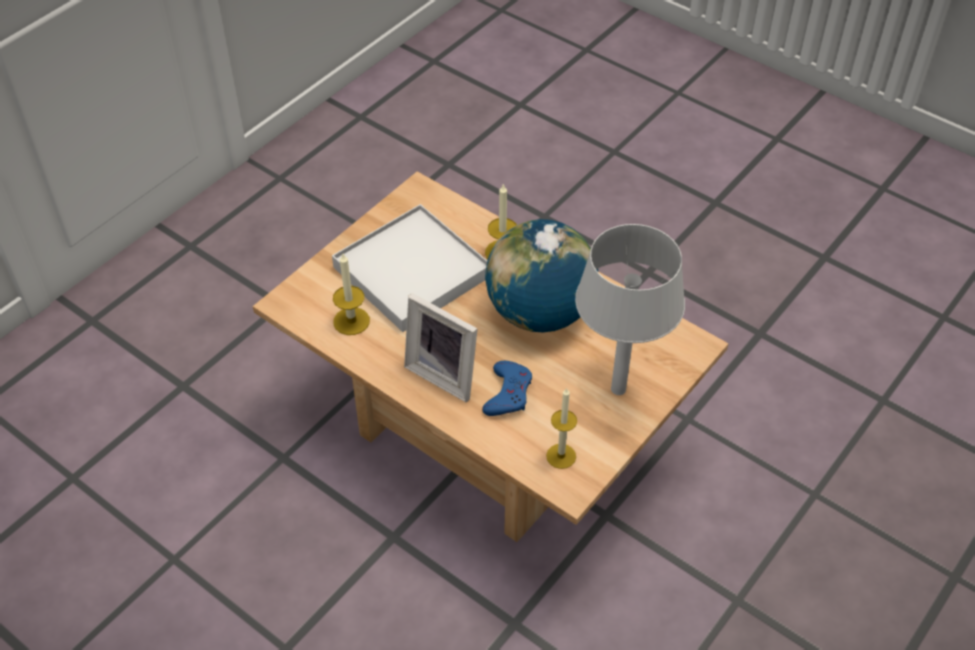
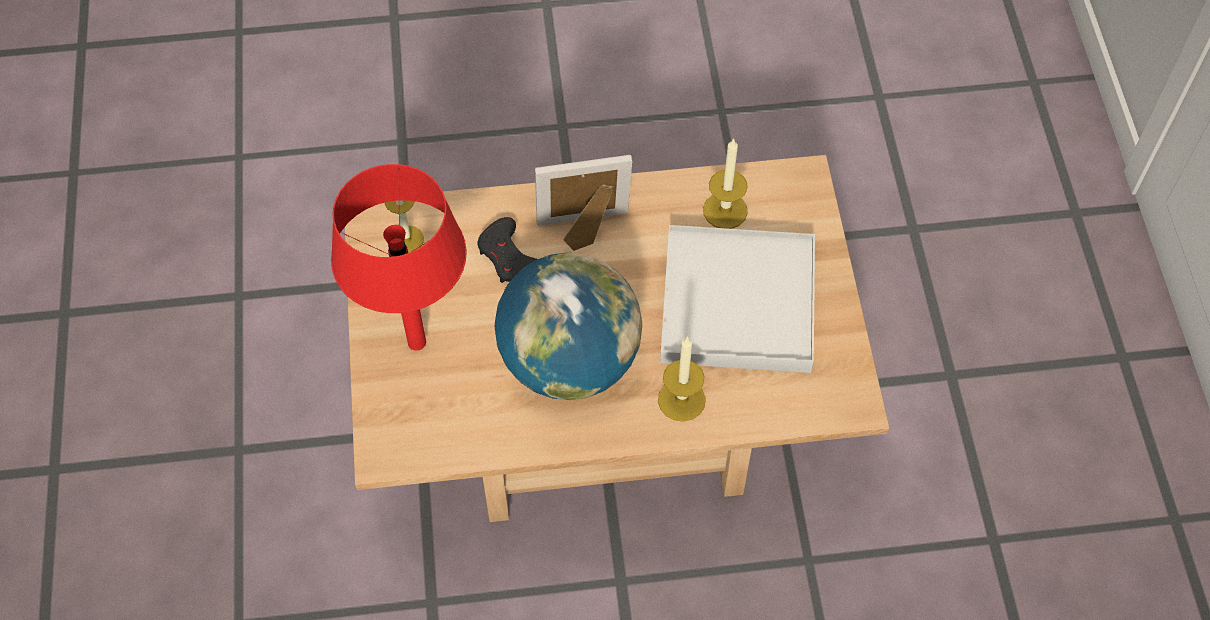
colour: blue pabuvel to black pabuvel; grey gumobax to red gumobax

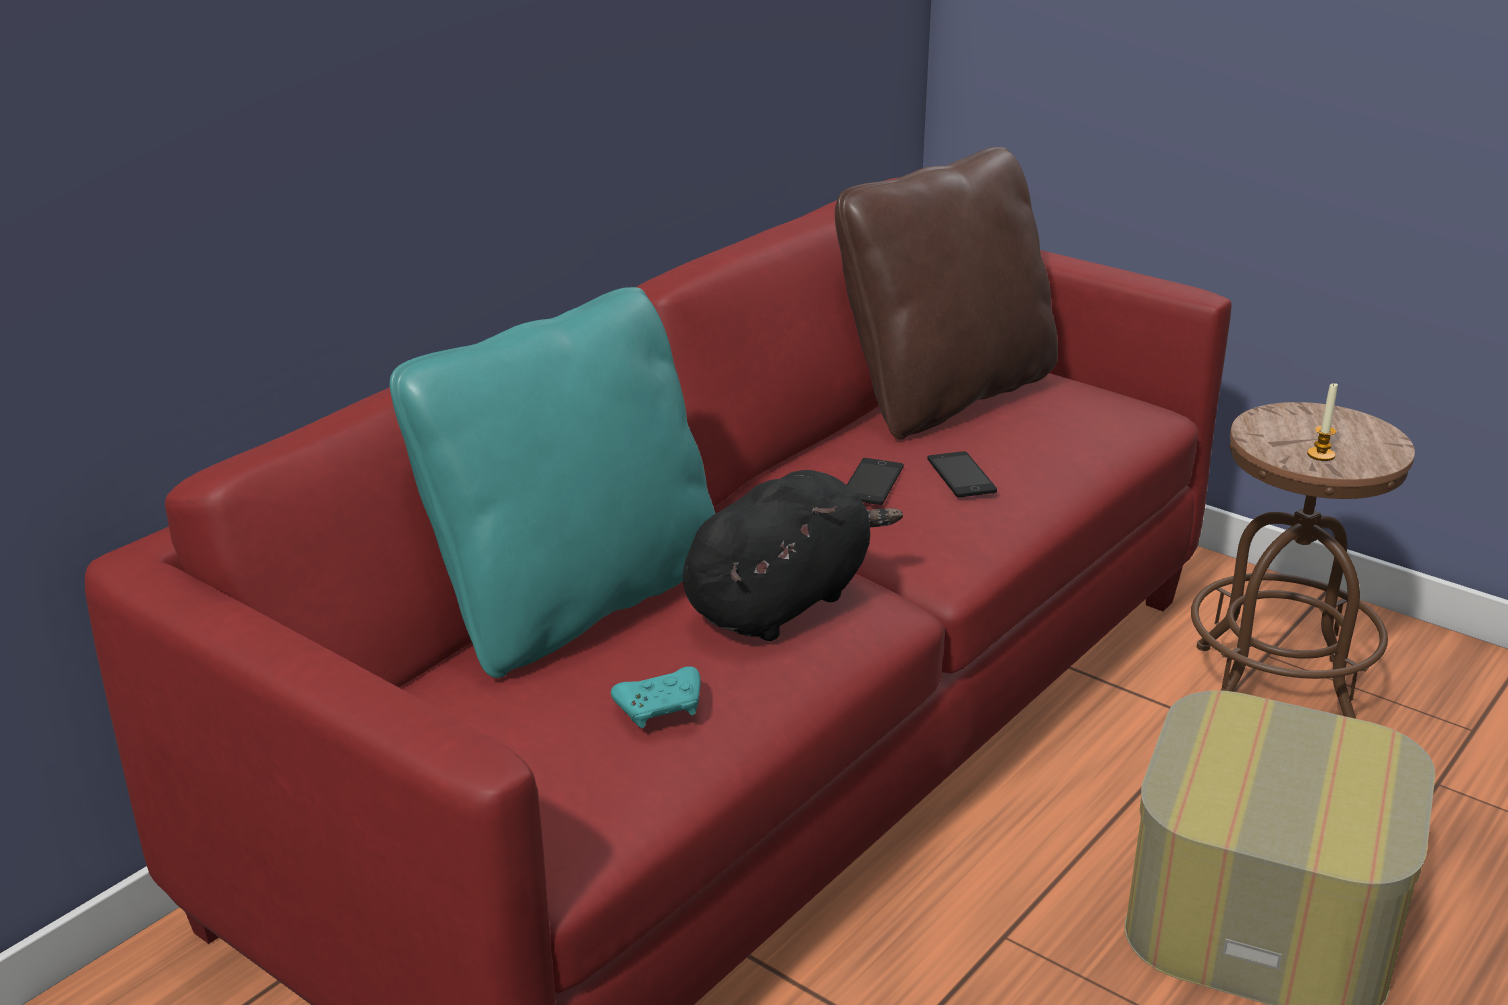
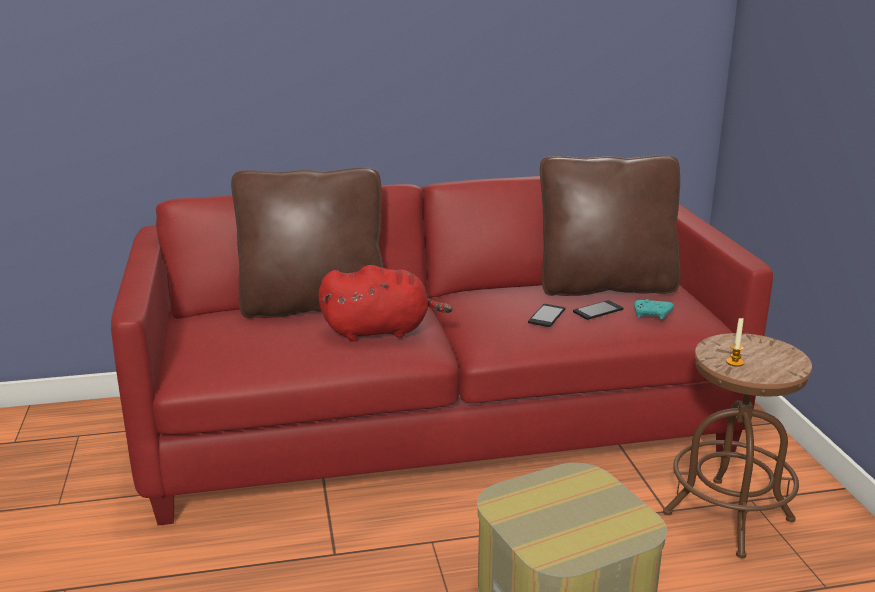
relocated: turquoise pabuvel; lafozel (no. 1 from left in the first image) to lafozel (no. 2 from left)
colour: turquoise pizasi to brown pizasi (no. 1 from left); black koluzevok to red koluzevok

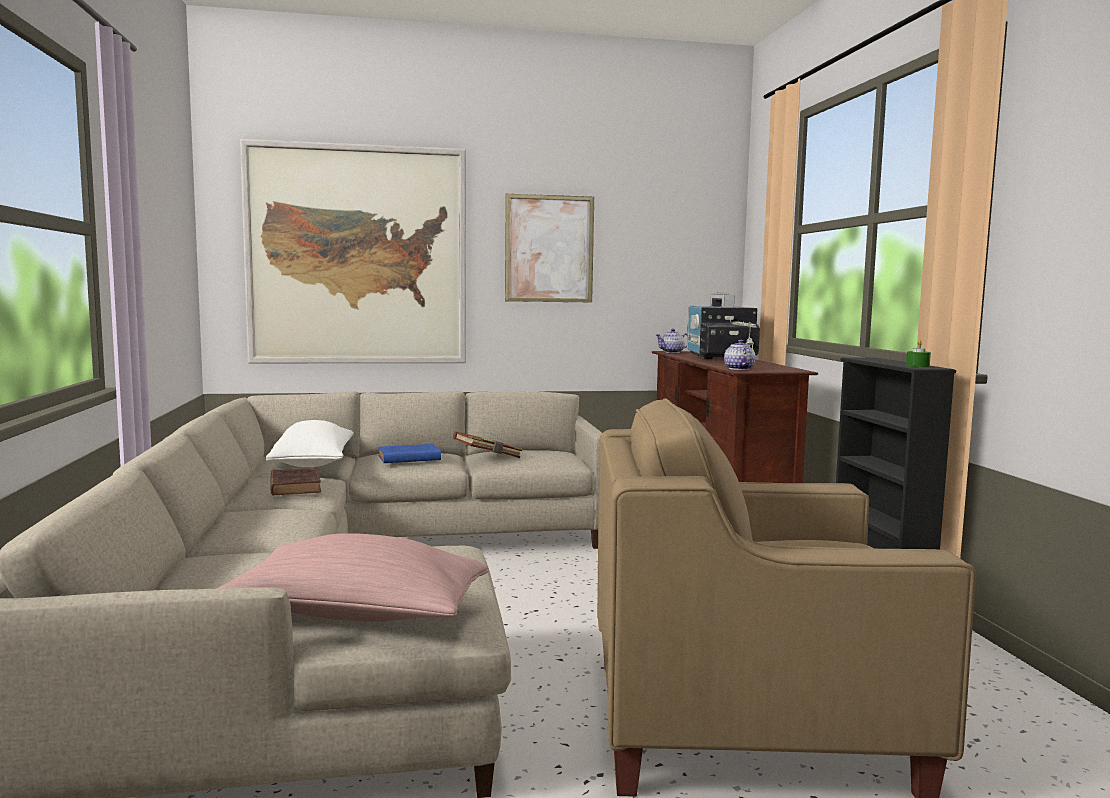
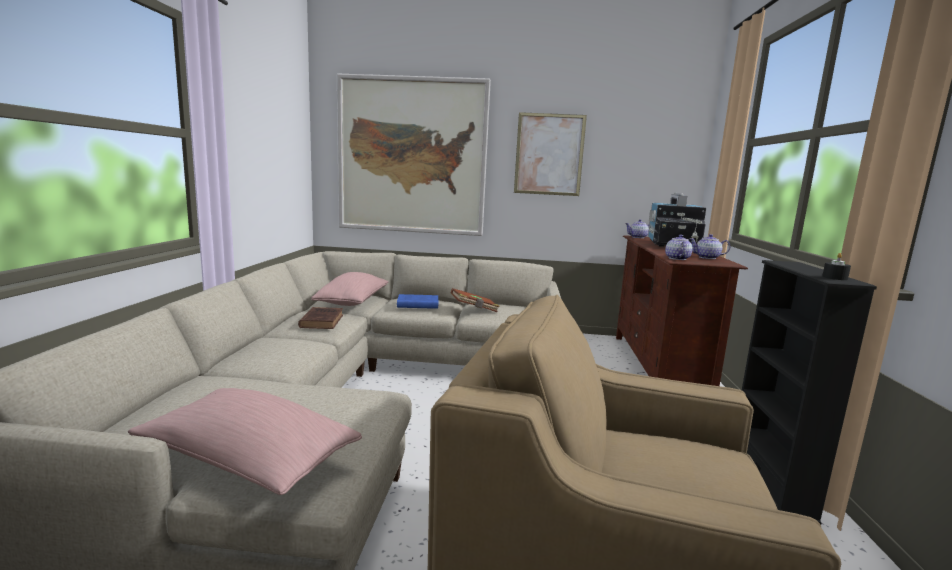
appeared: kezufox (no. 3 from left)
colour: white pizasi to pink pizasi (no. 2 from left); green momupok to black momupok

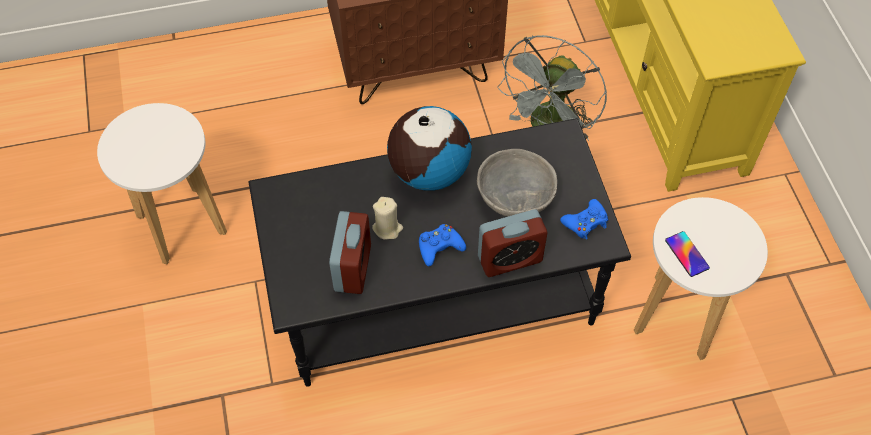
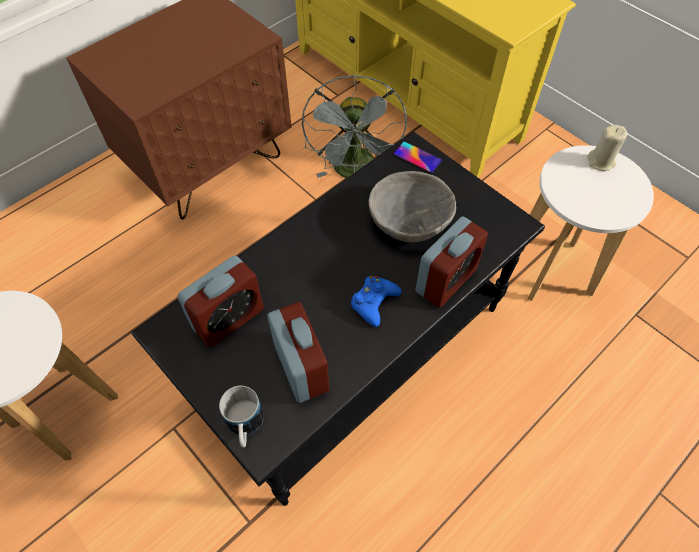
missing: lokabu; blue pabuvel (no. 2 from left)
appeared: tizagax (no. 1 from left); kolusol
relocated: beige momupok; lafozel

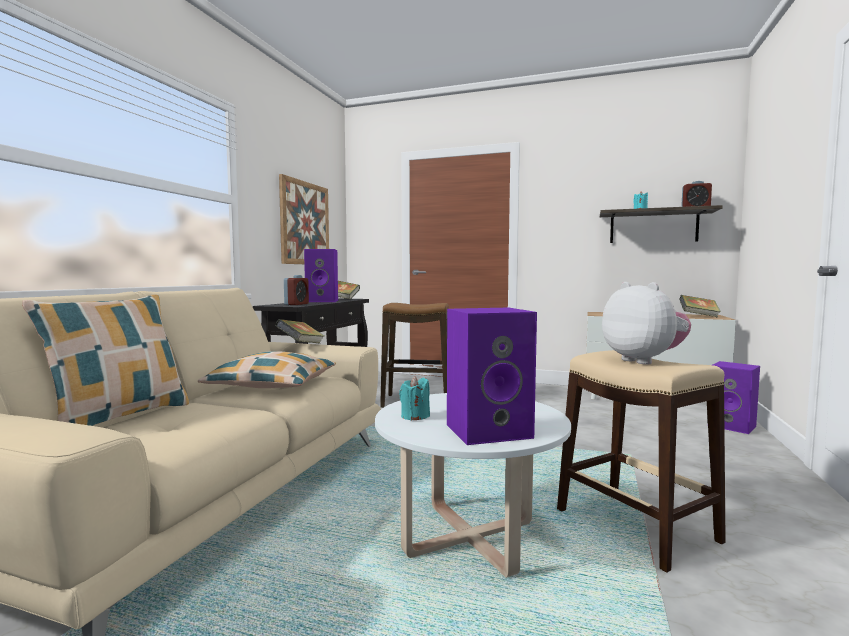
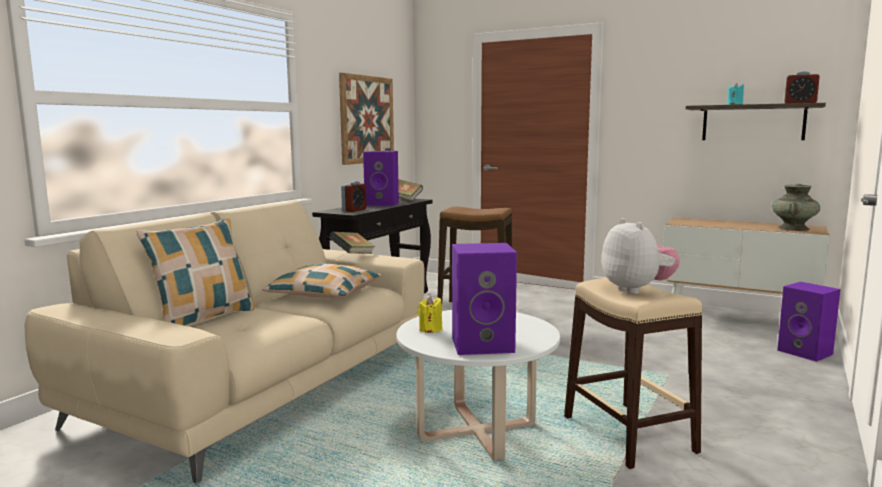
exchanged: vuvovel (no. 3 from left) to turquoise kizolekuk
colour: turquoise momupok (no. 1 from left) to yellow momupok

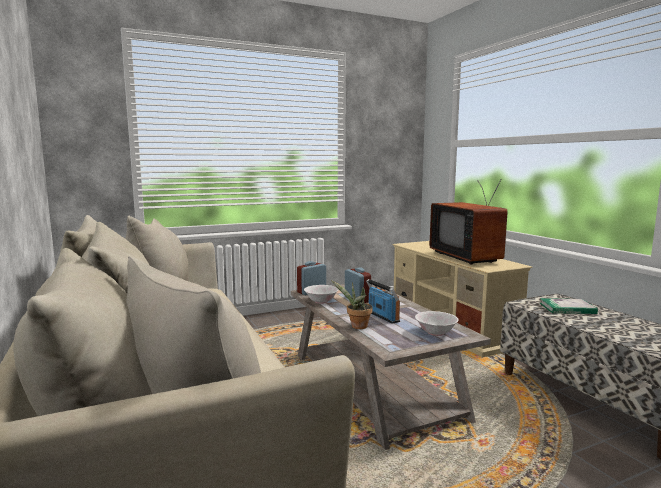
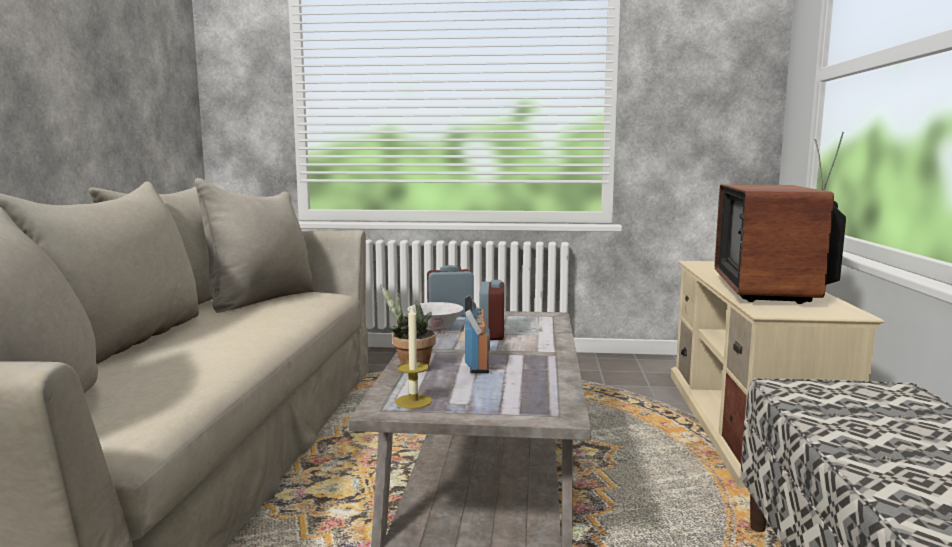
missing: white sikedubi (no. 2 from left); vuvovel
appeared: momupok

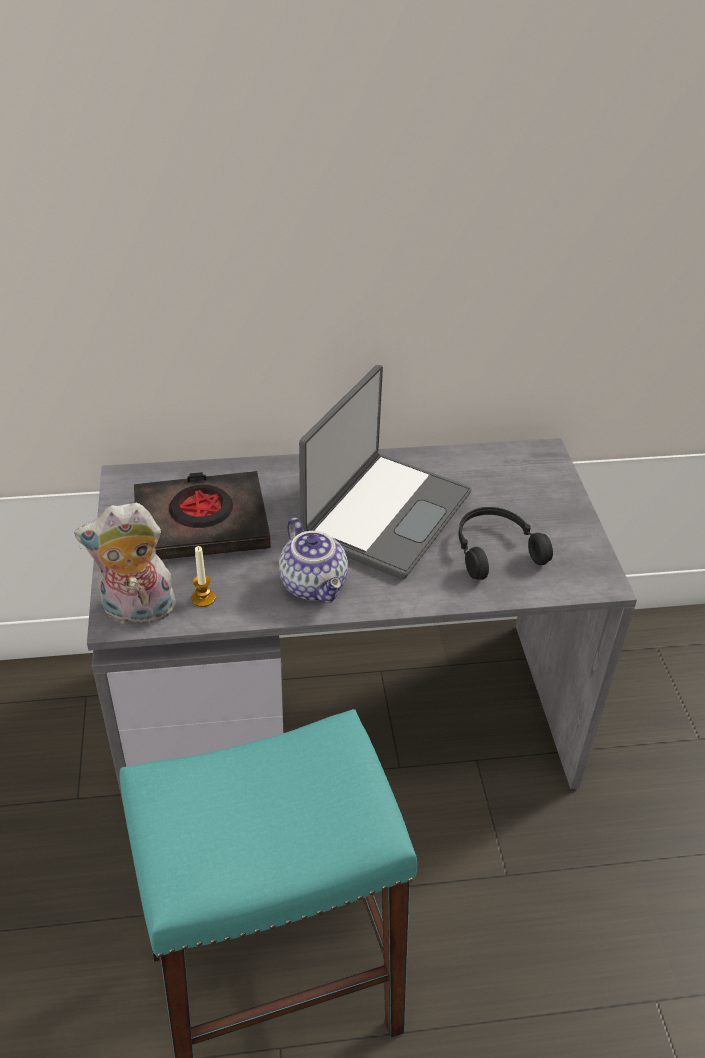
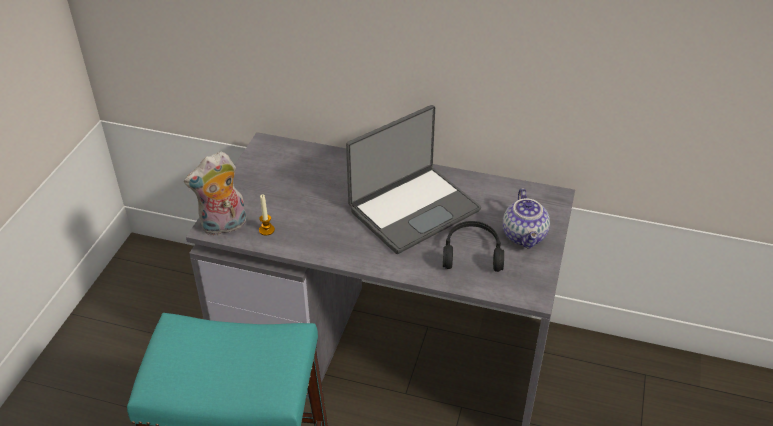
missing: black vuvovel
relocated: kezufox
spun: koluzevok 45 degrees counterclockwise

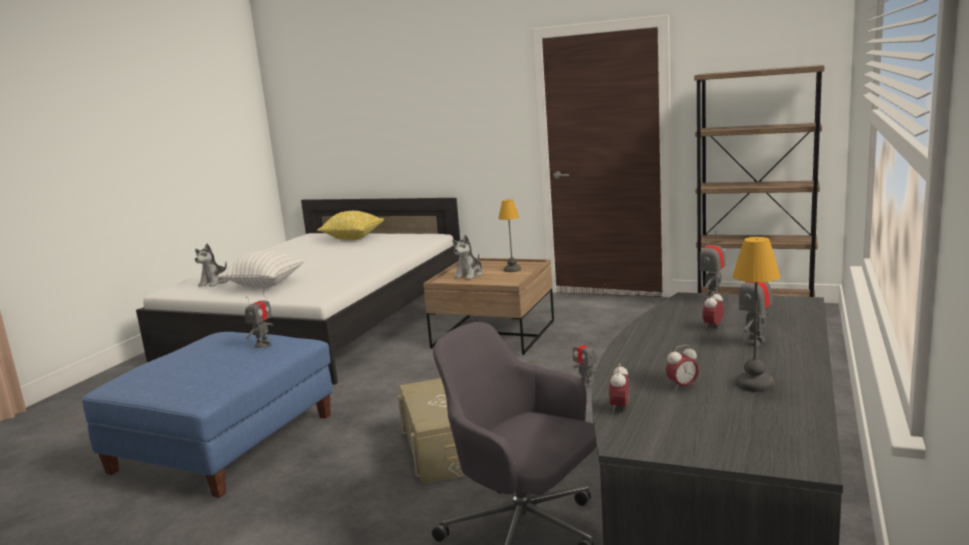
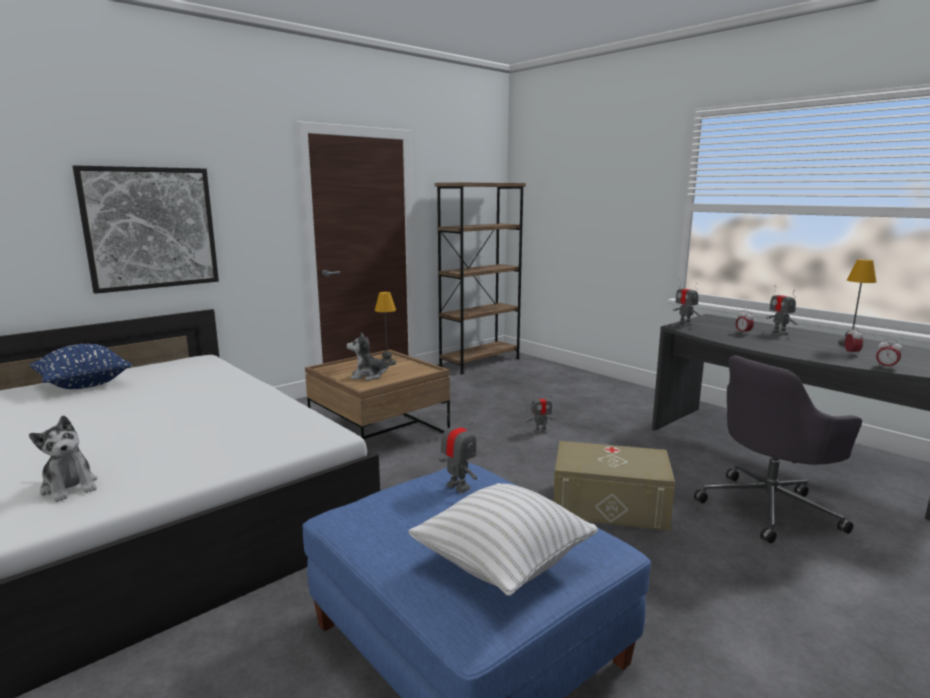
appeared: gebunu
relocated: white pizasi
colour: yellow pizasi to blue pizasi
spun: koluzevok (no. 2 from left) 120 degrees clockwise

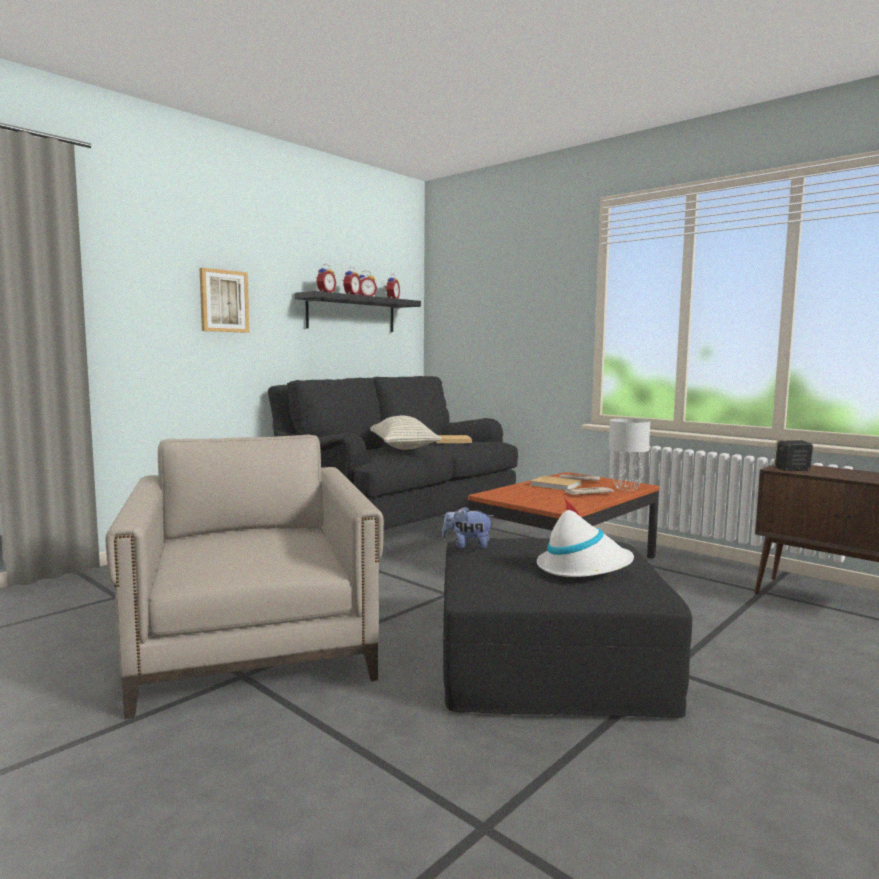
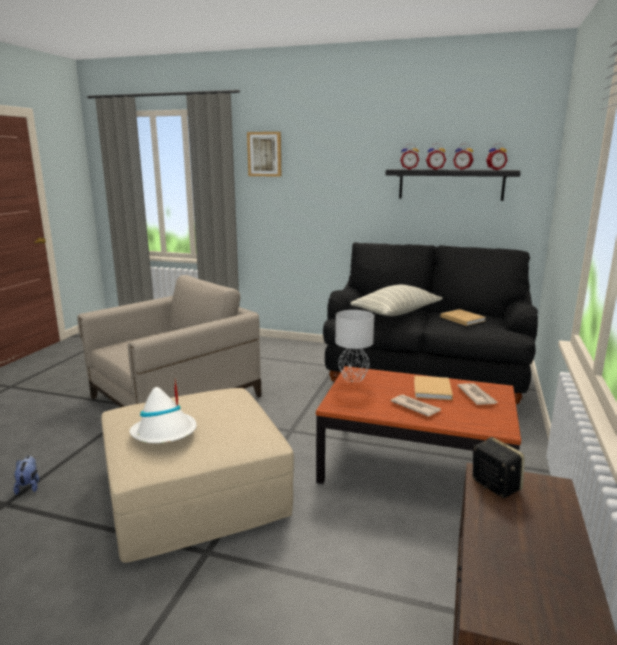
relocated: gebunu; koluzevok; grey gumobax
colour: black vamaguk to beige vamaguk

